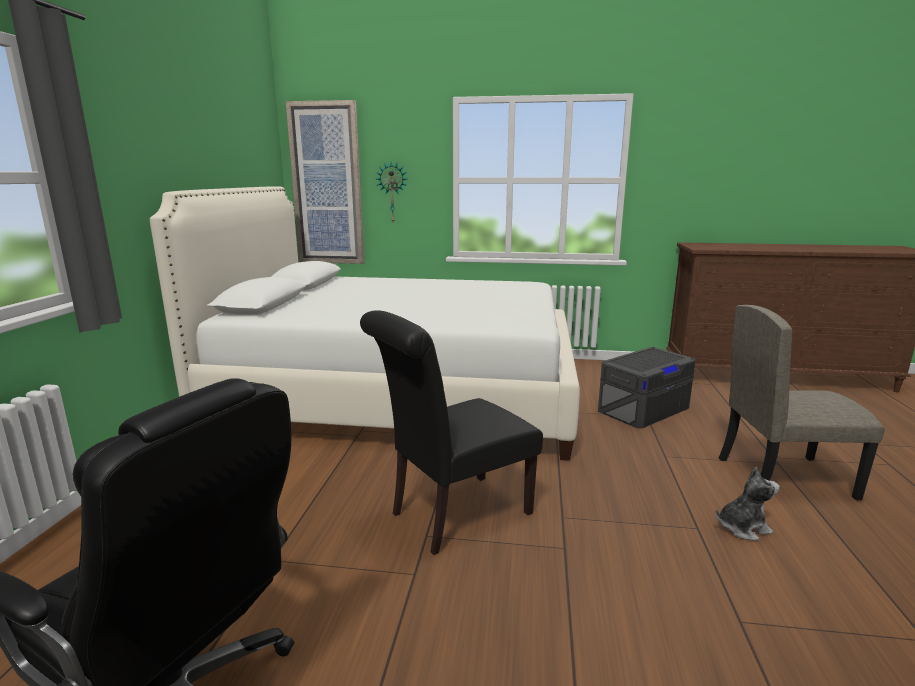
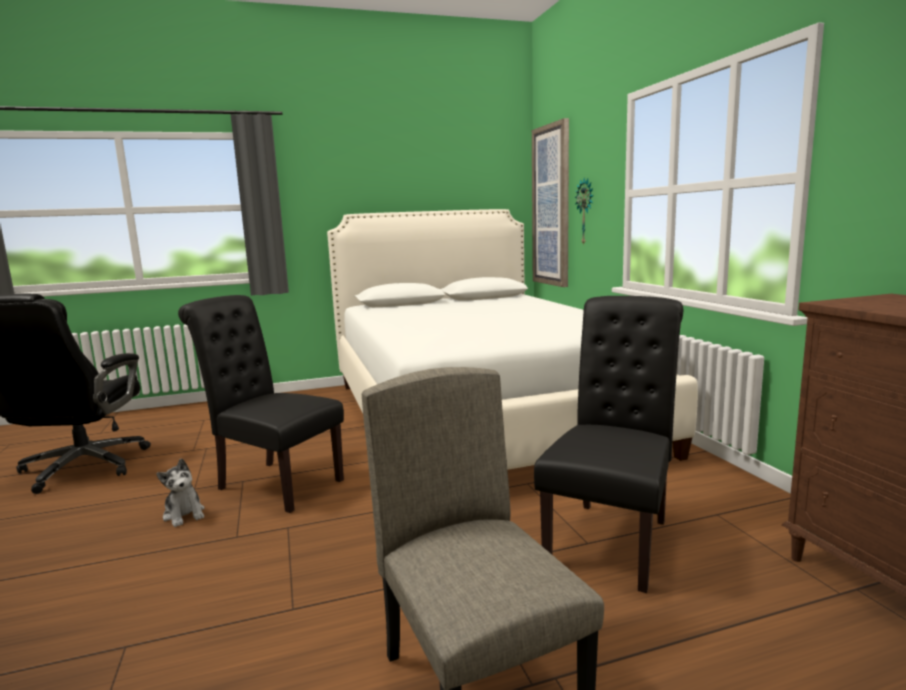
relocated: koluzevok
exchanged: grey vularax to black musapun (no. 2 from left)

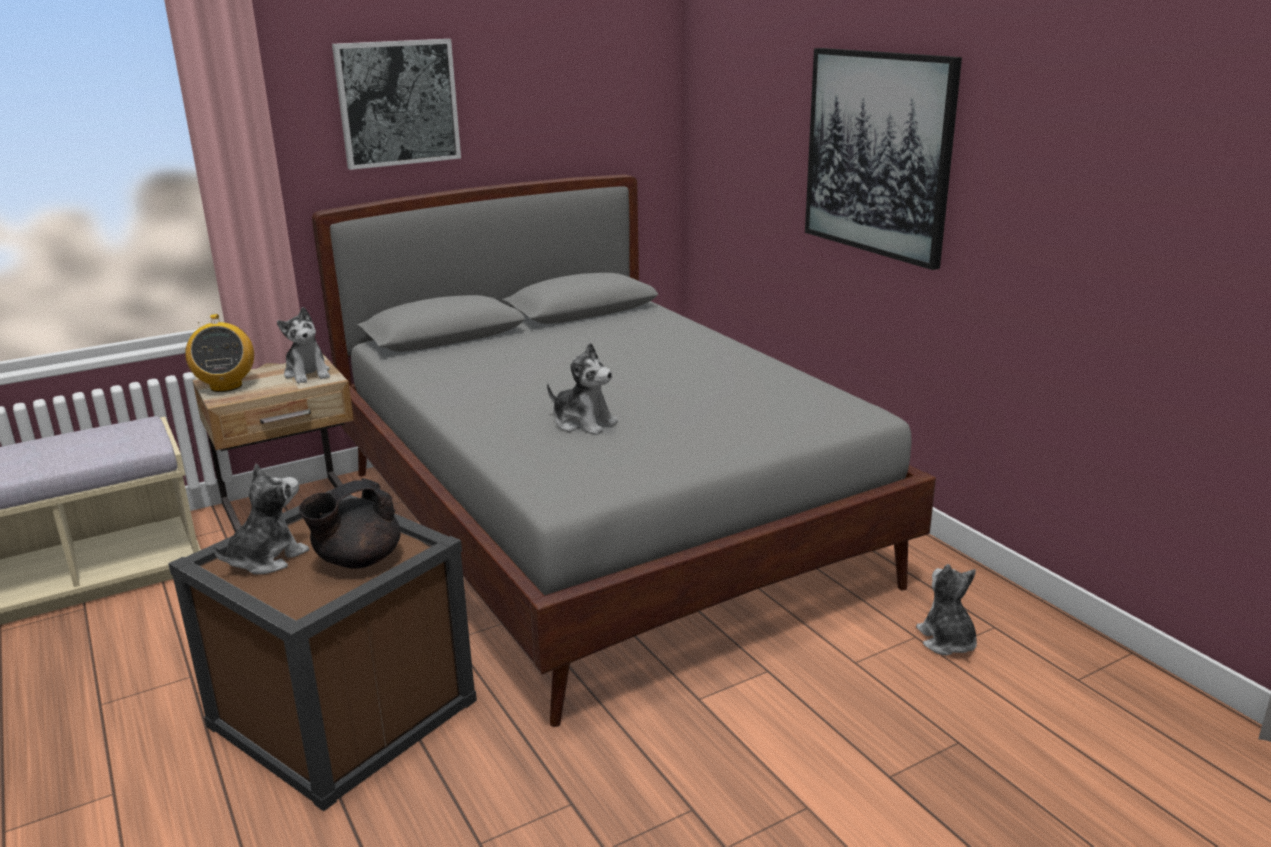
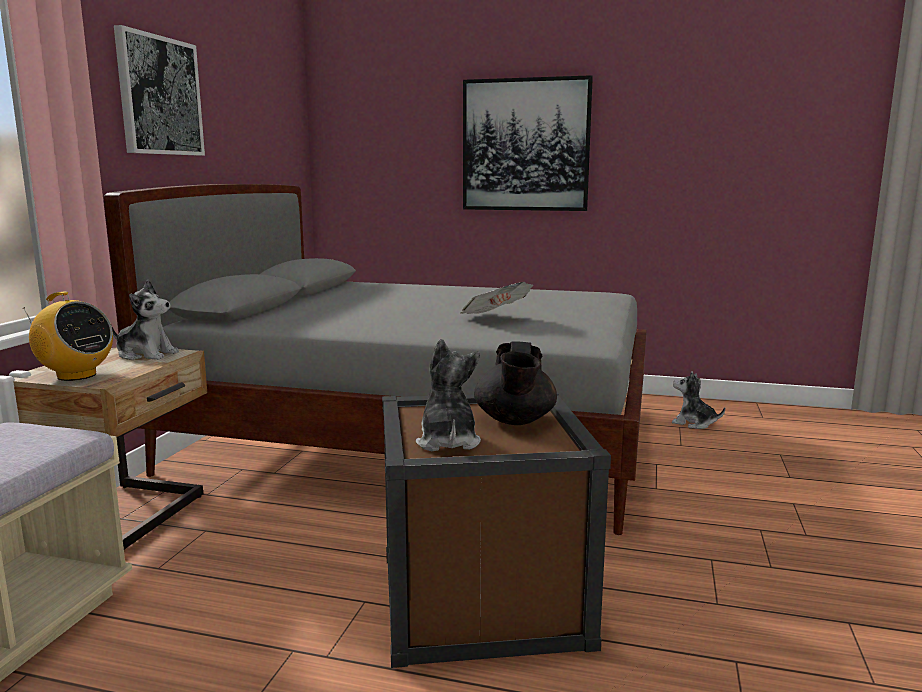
exchanged: koluzevok (no. 3 from left) to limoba

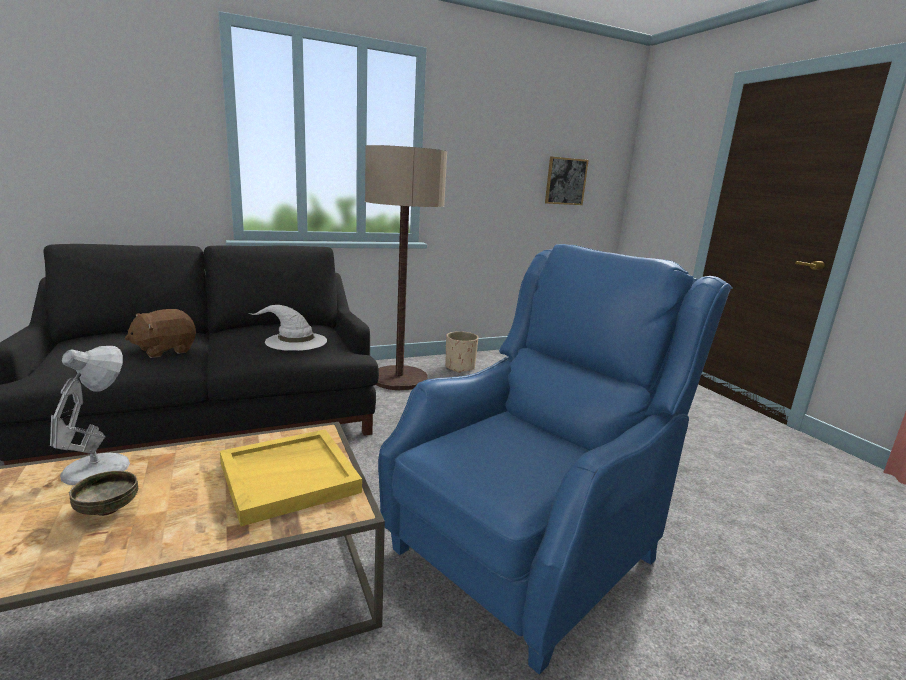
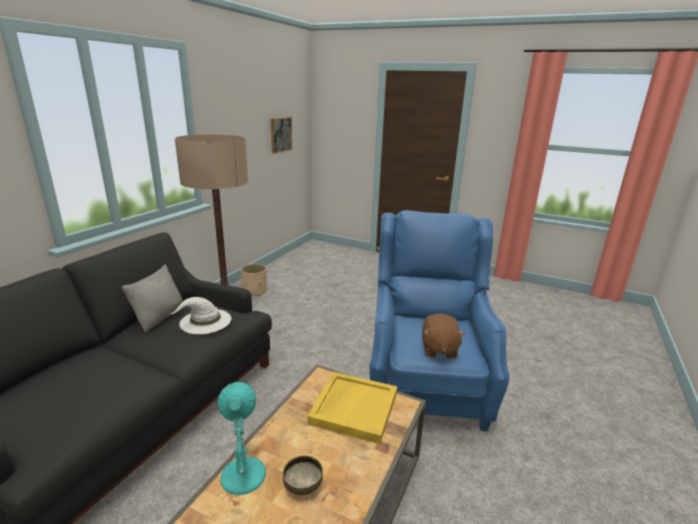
appeared: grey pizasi
relocated: brown koluzevok
colour: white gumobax to turquoise gumobax

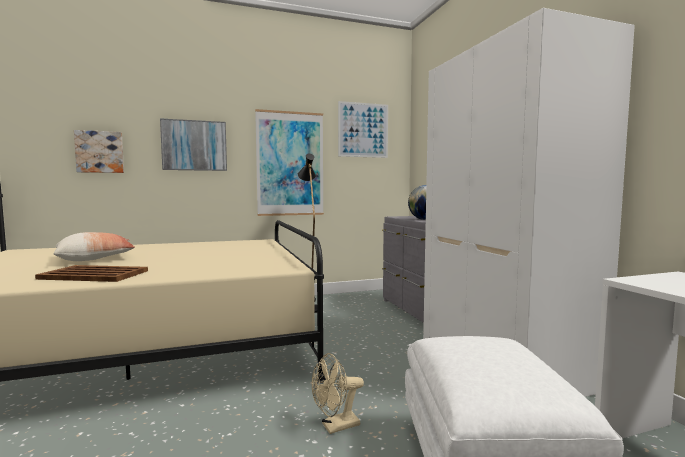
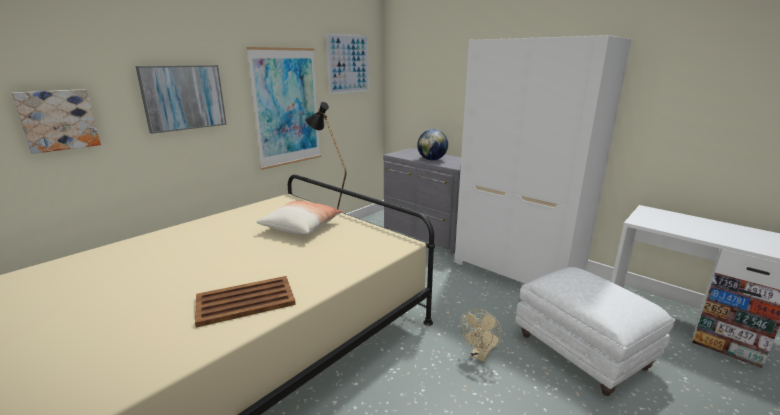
relocated: pizasi

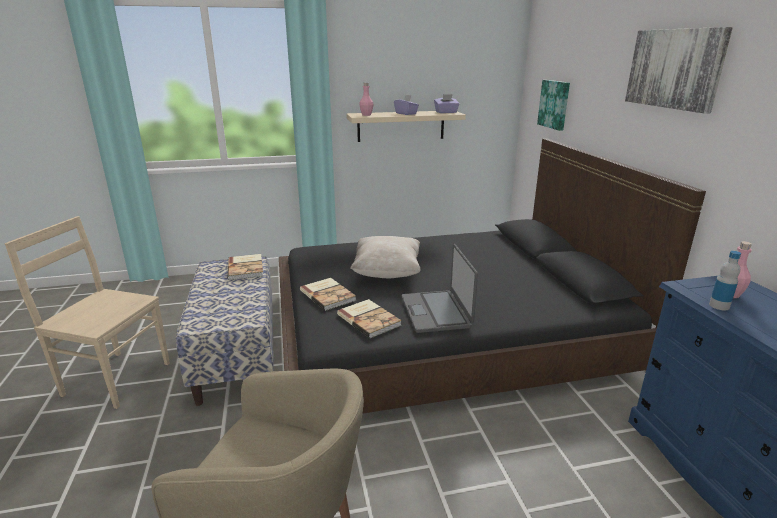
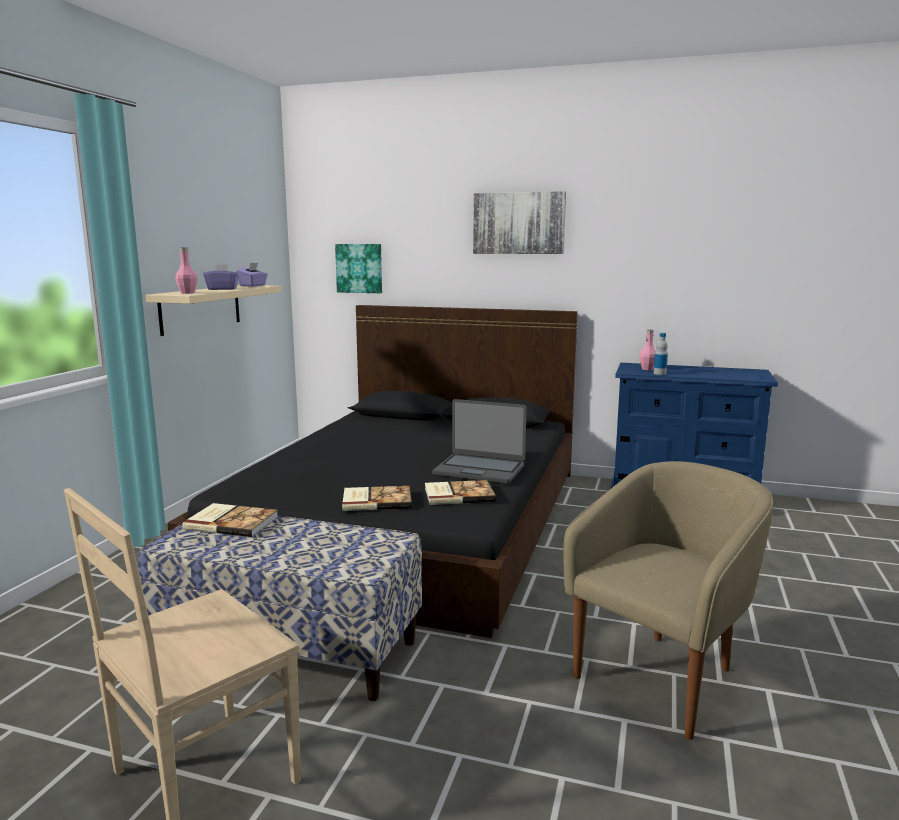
missing: beige pizasi

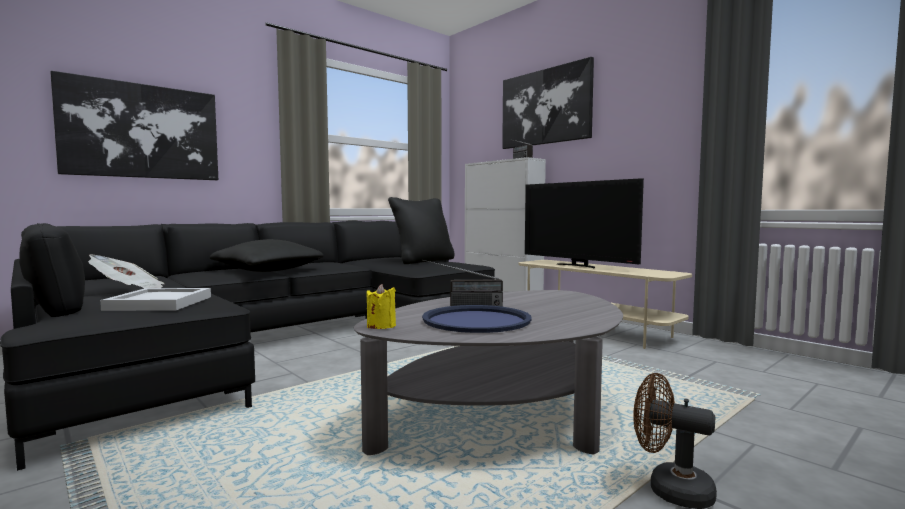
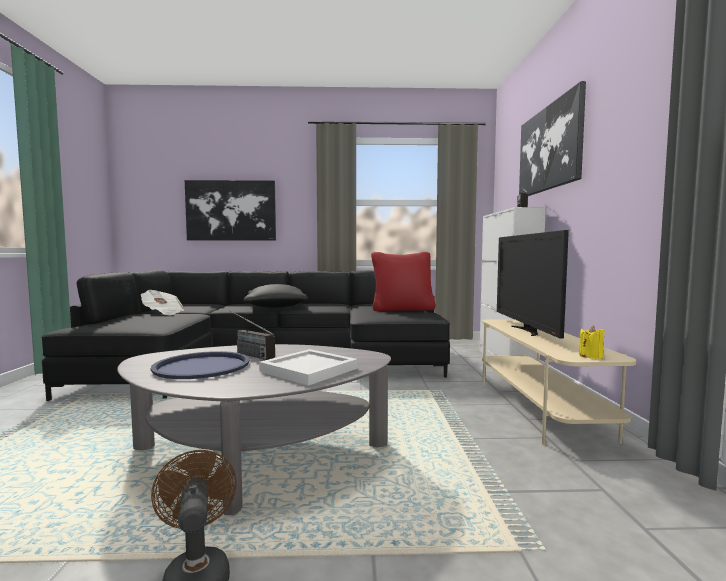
relocated: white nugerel; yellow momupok
colour: black pizasi (no. 2 from left) to red pizasi

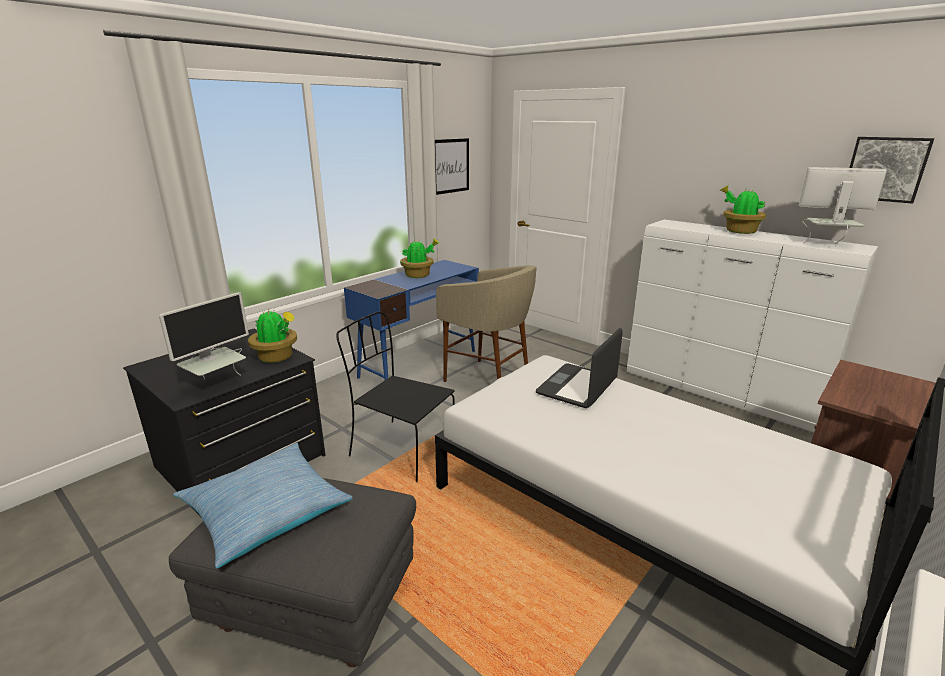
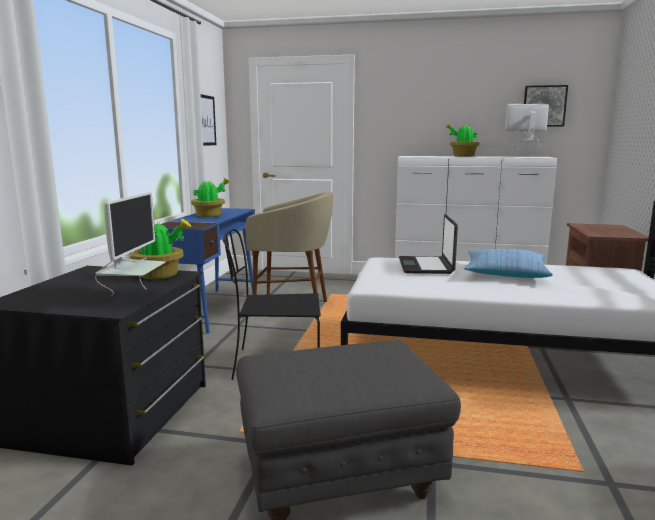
relocated: pizasi

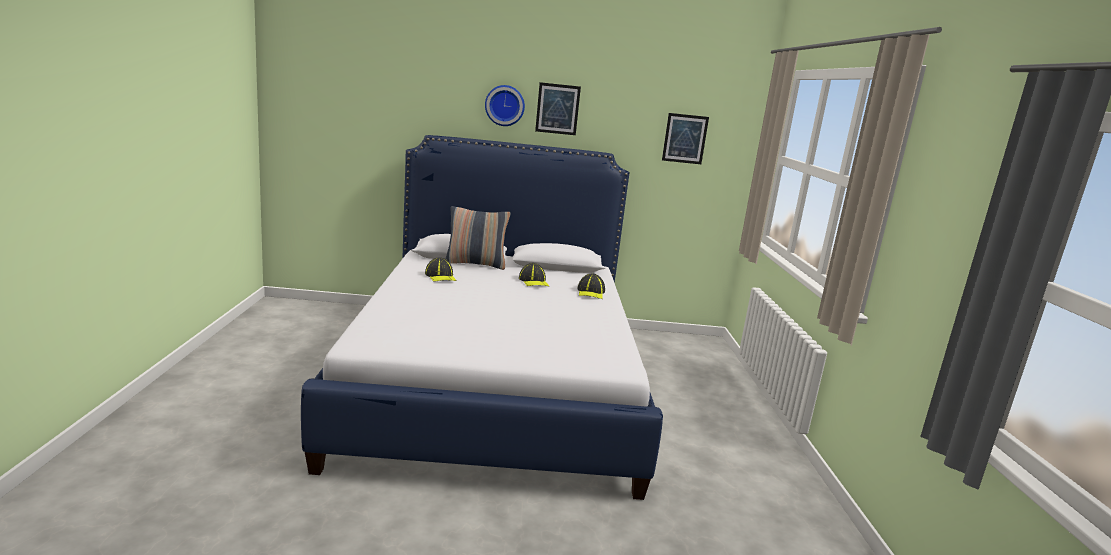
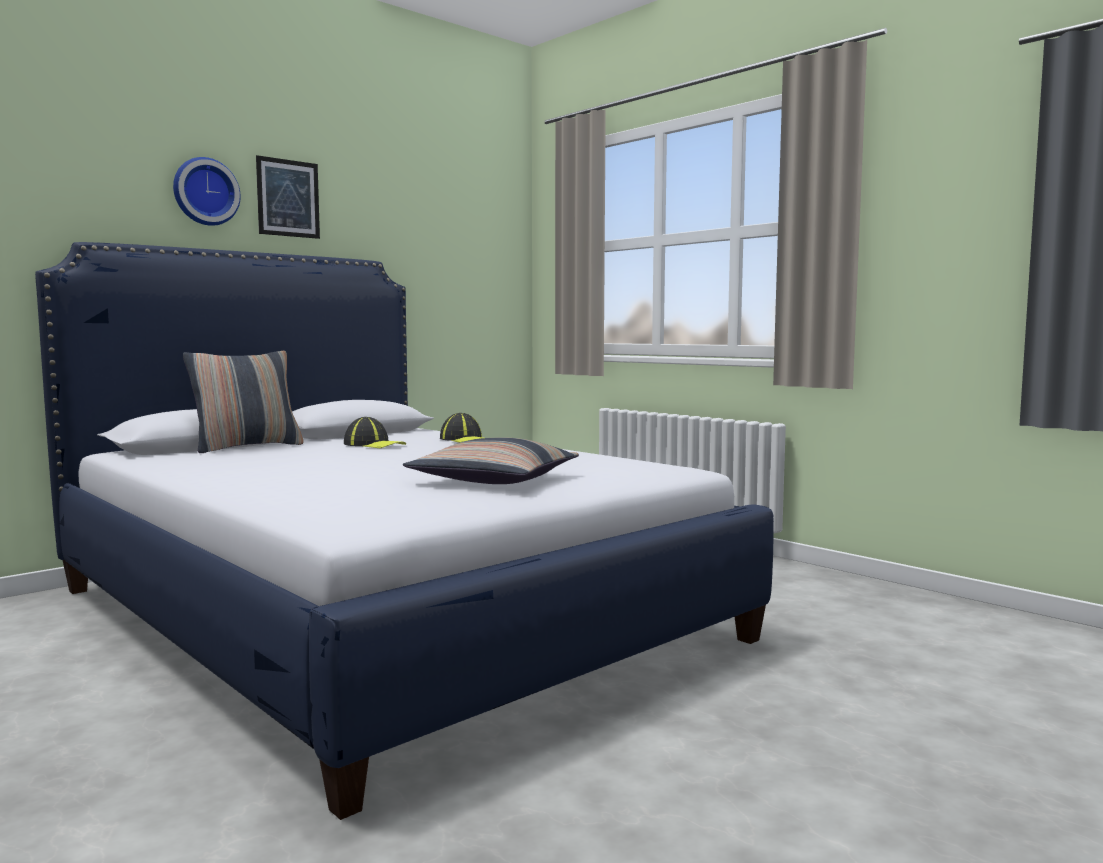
missing: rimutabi (no. 1 from left); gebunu (no. 2 from left)
appeared: pizasi (no. 2 from left)

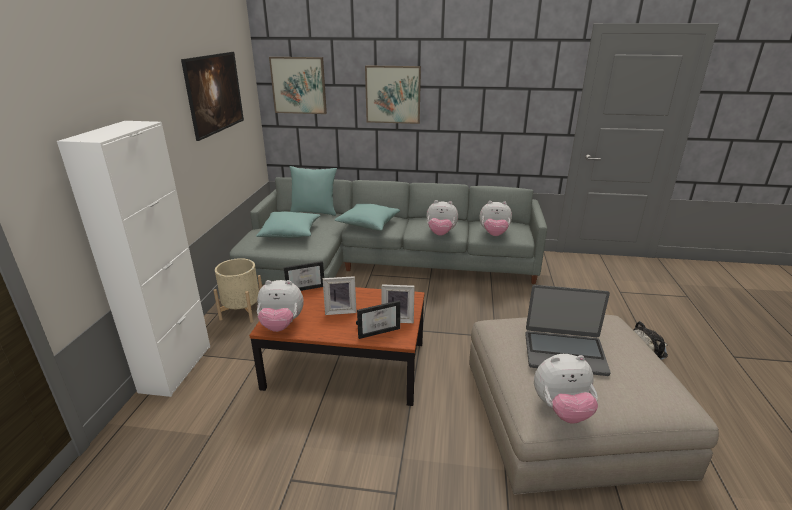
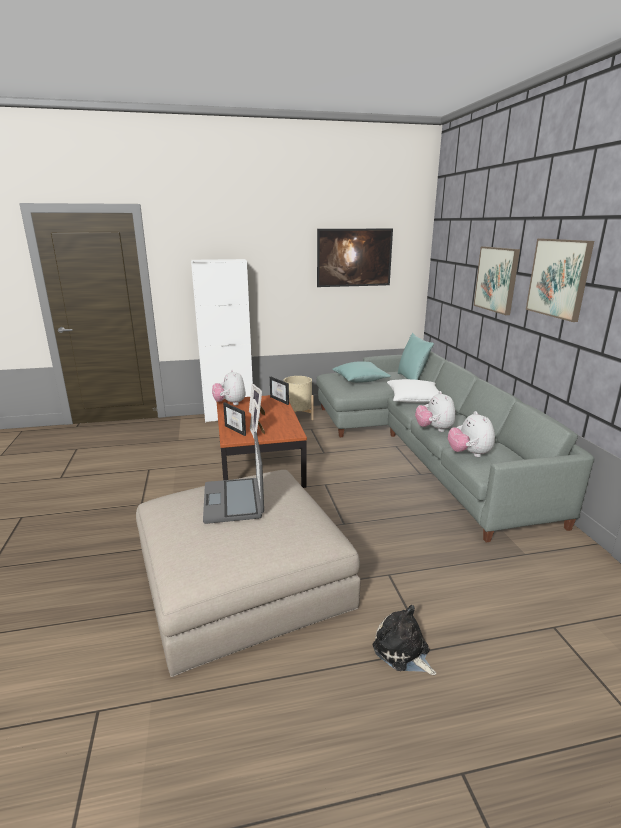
missing: koluzevok (no. 4 from left)
relocated: gebunu (no. 2 from left in the first image) to gebunu (no. 3 from left)
colour: turquoise pizasi (no. 3 from left) to white pizasi

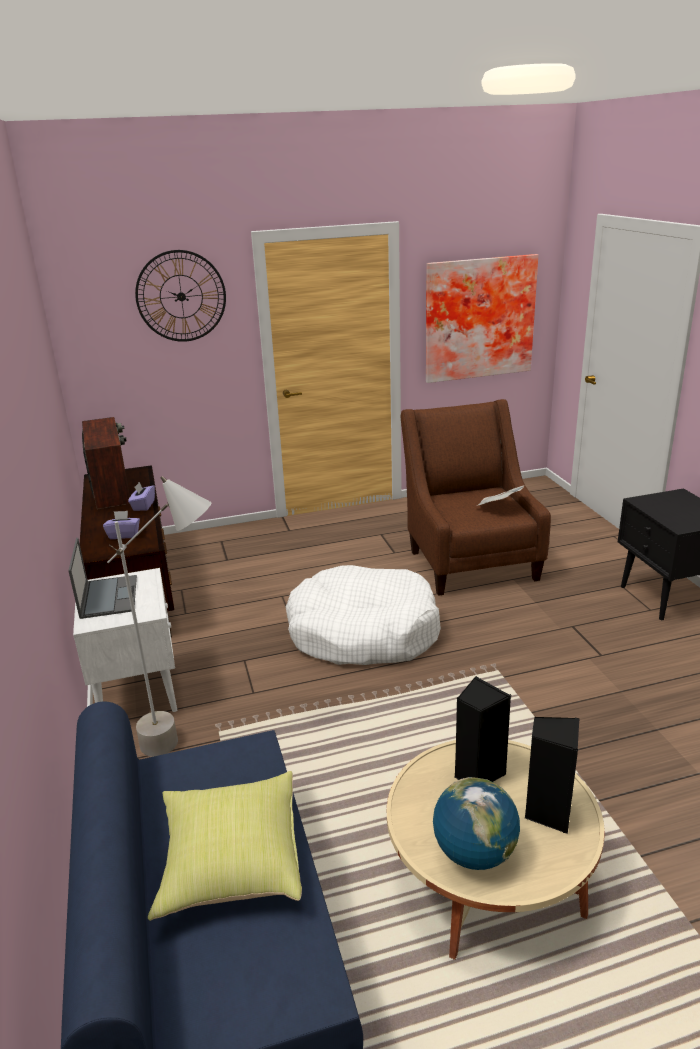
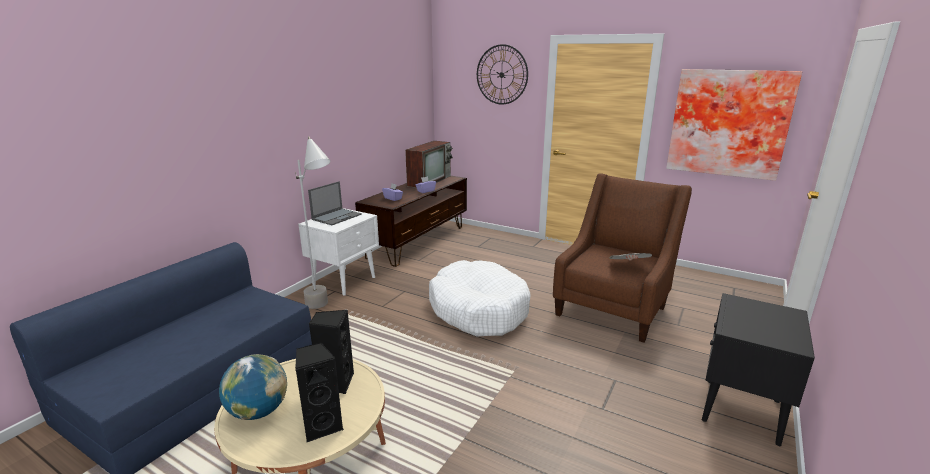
missing: yellow pizasi

